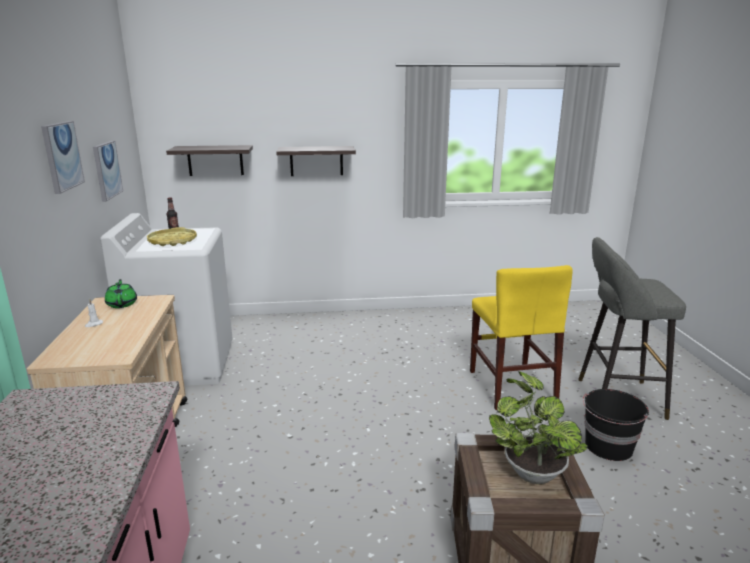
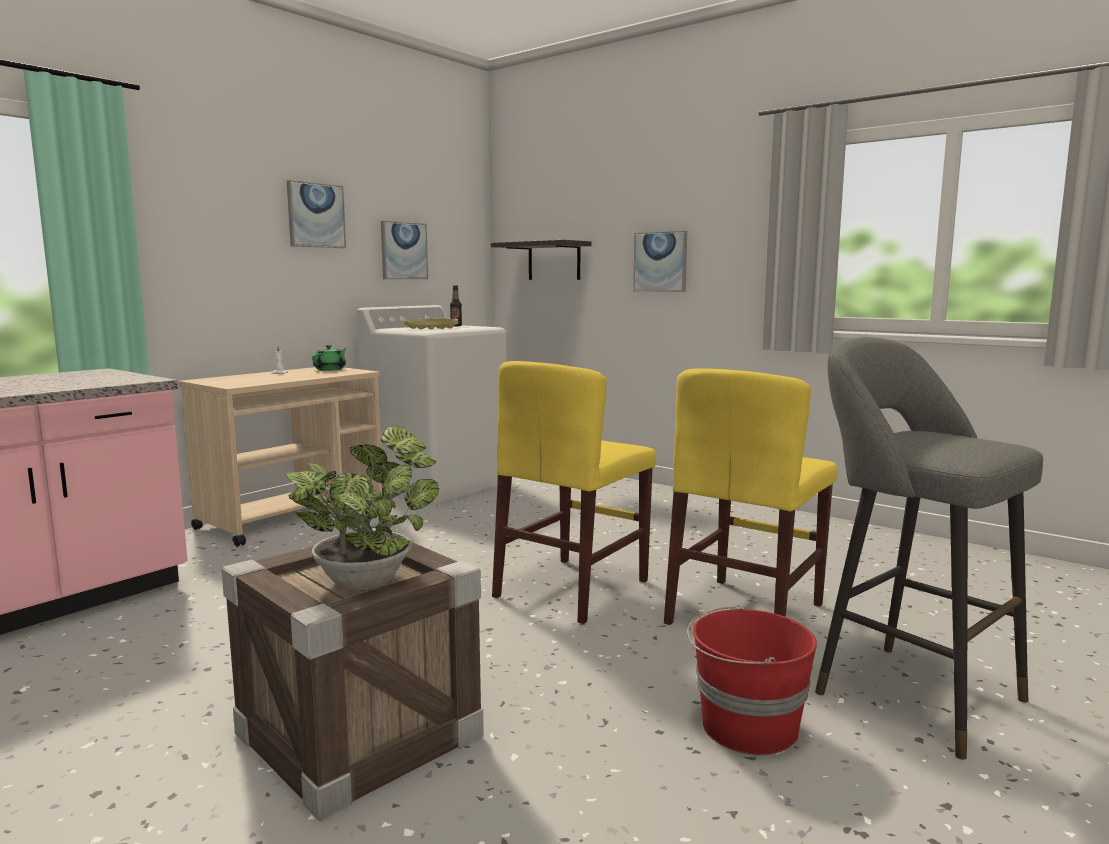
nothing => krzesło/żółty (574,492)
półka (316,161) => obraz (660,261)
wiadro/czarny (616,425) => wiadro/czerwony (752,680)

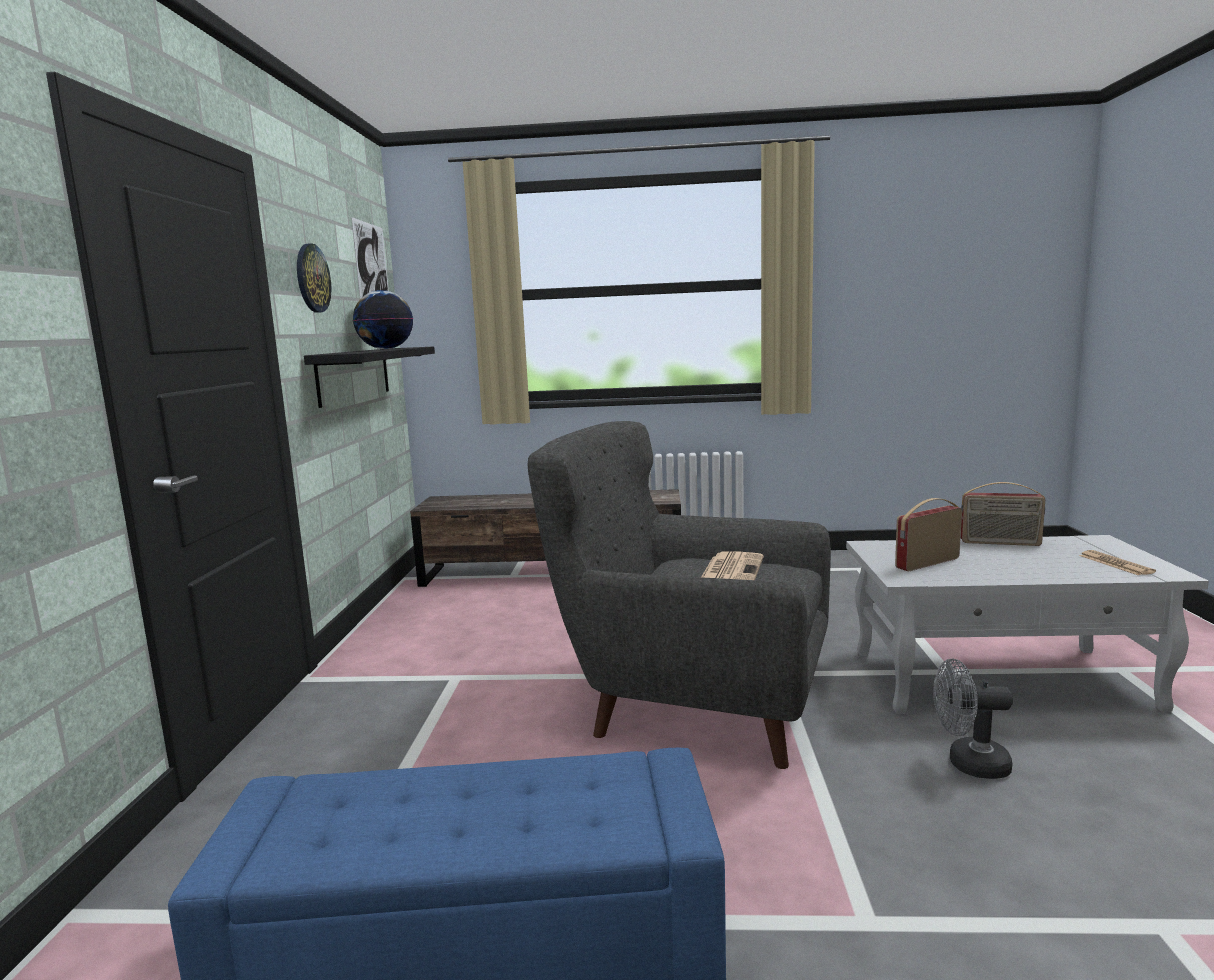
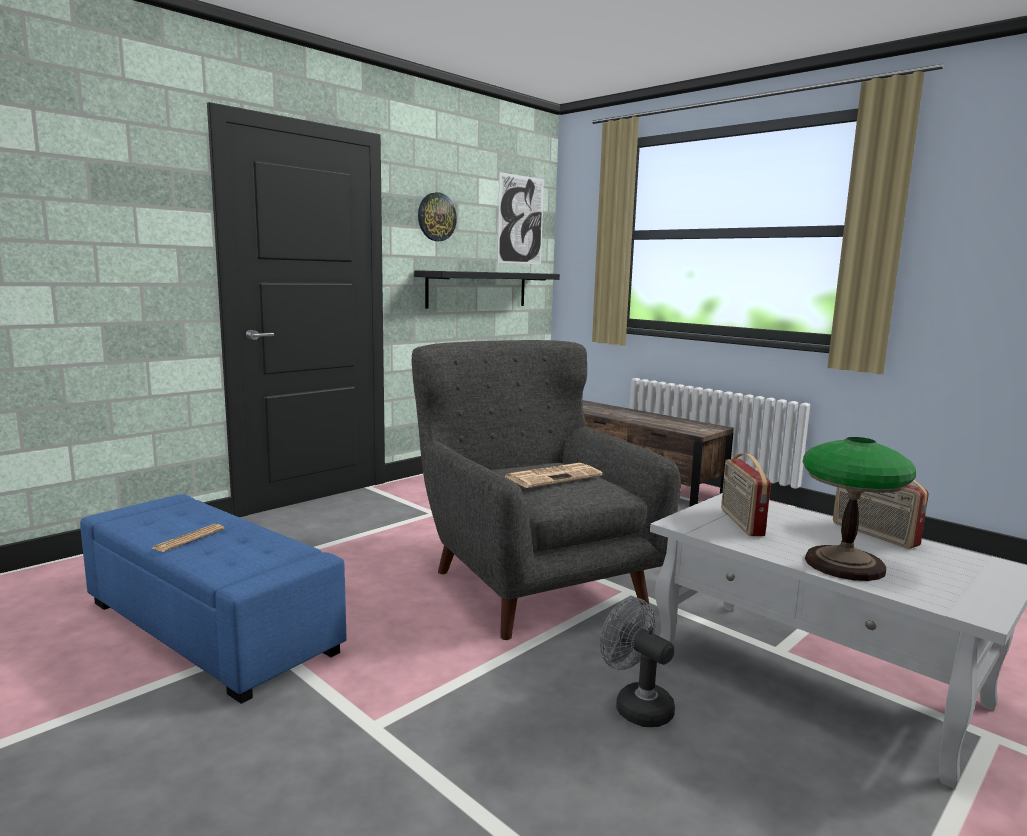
gazeta (1117,562) => gazeta (188,538), moved
radio (928,535) => radio (746,495), 105 degrees counterclockwise
nothing => lampa stołowa (859,509)
globus (383,319) => nothing

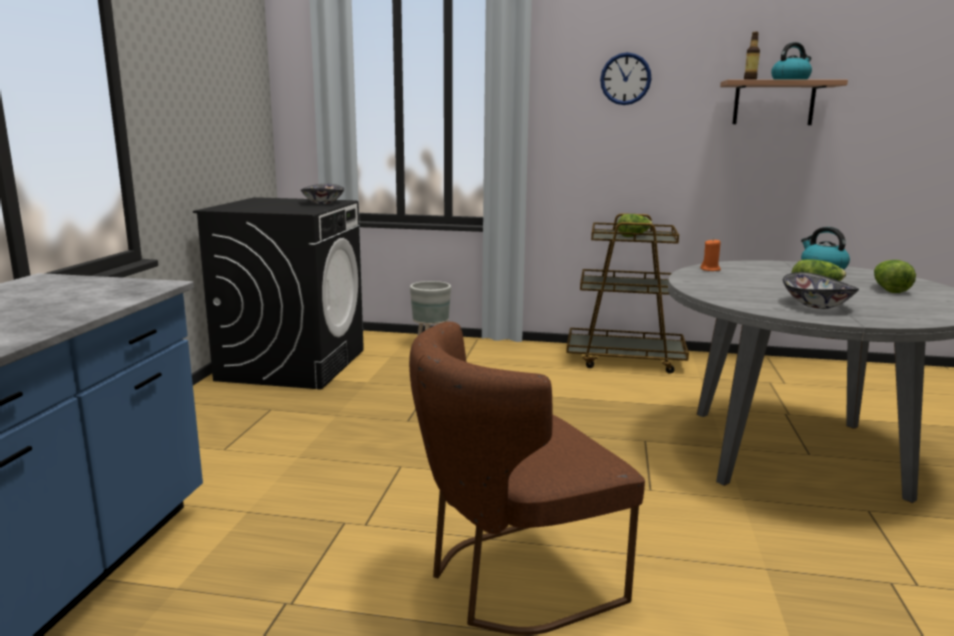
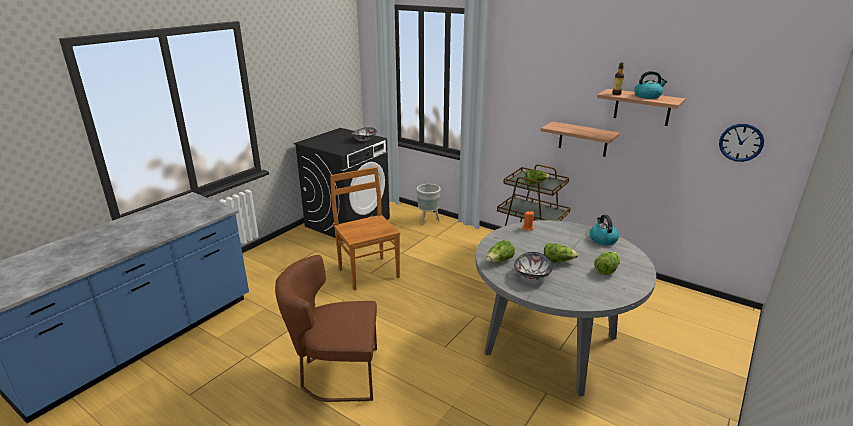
nothing => krzesło/brązowy (365,228)
nothing => sałata (500,251)
nothing => półka (580,139)
zegar ścienny (625,78) => zegar ścienny (741,143), moved

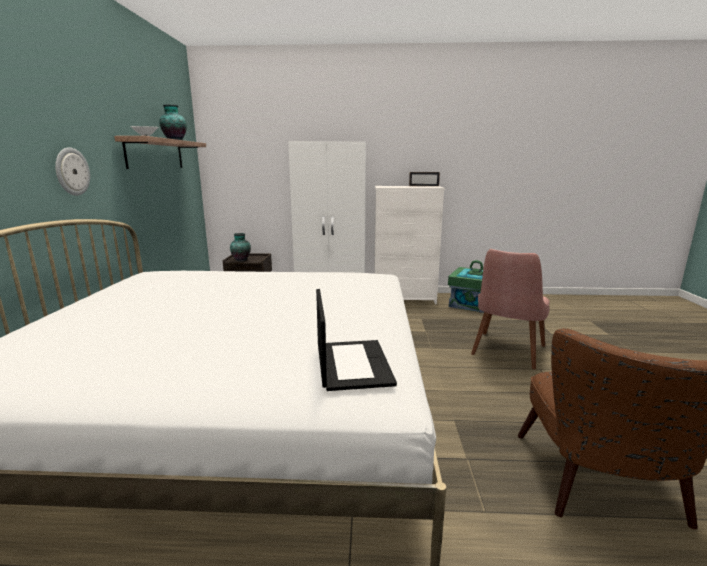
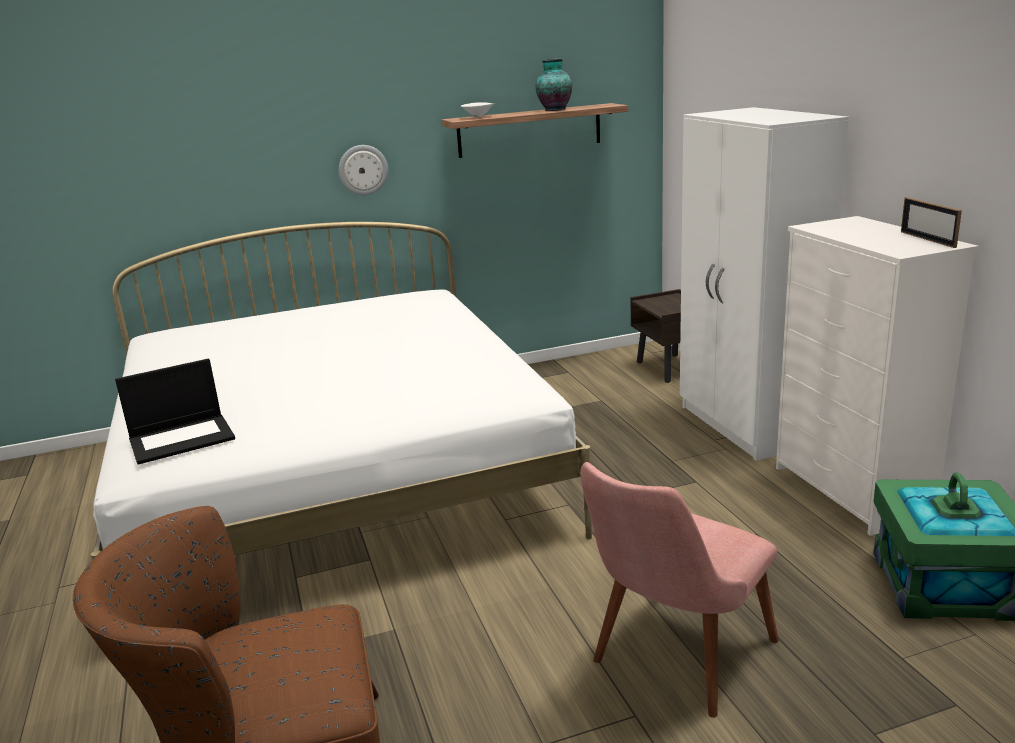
krzesło/różowy (510,309) => krzesło/różowy (679,590), 60 degrees counterclockwise
wazon (240,247) => nothing

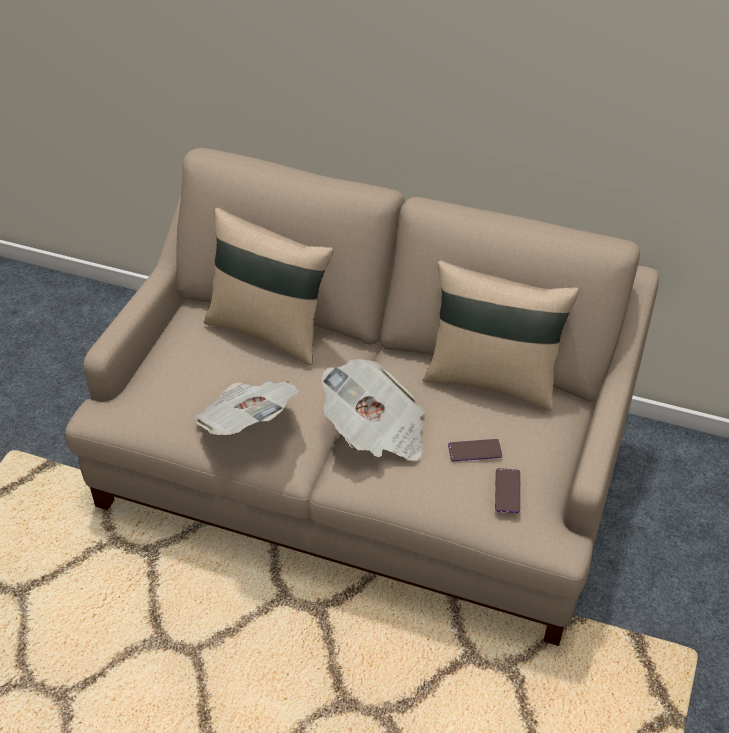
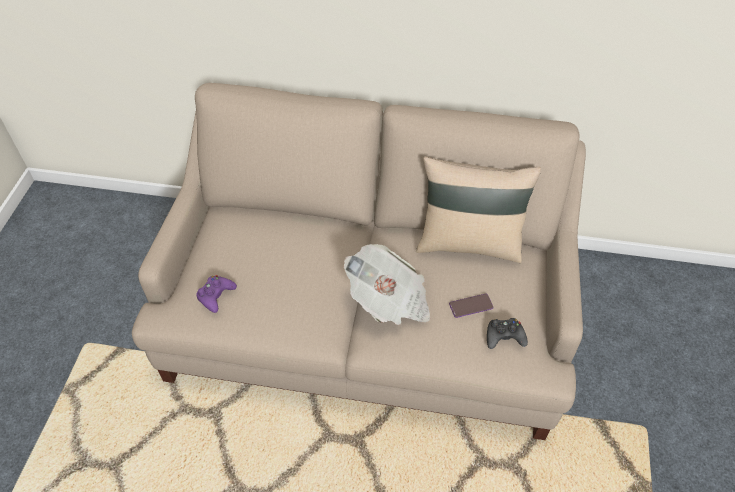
nothing => pad do gier/fioletowy (216,294)
telefon (508,490) => pad do gier/czarny (507,333)
gazeta (246,408) => nothing
poduszka/beżowy (268,287) => nothing

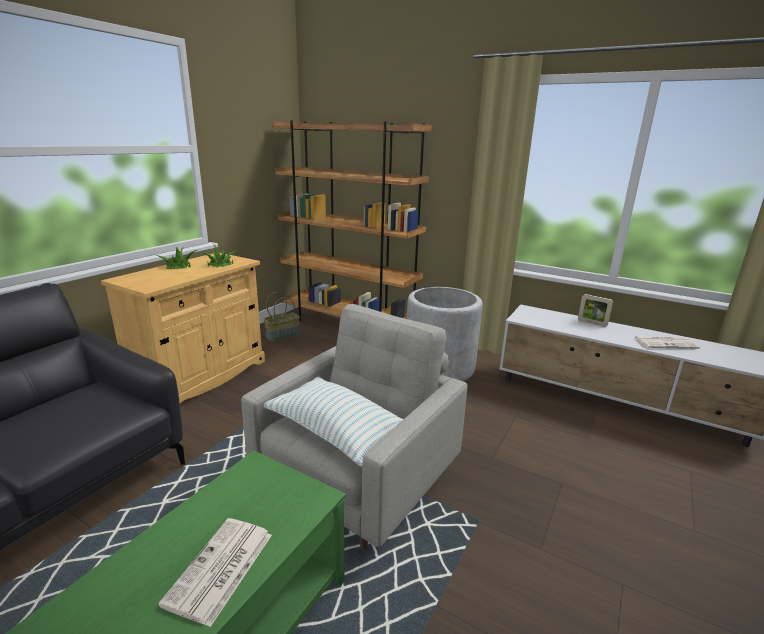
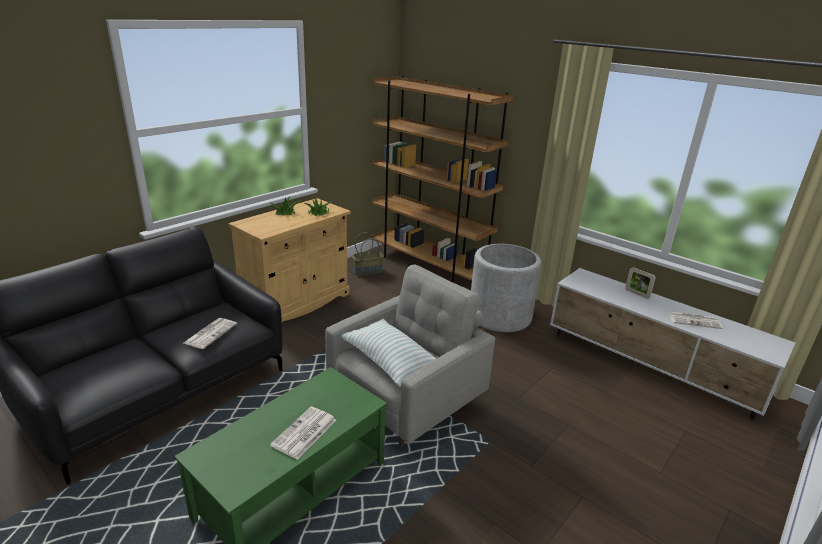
nothing => gazeta (210,333)

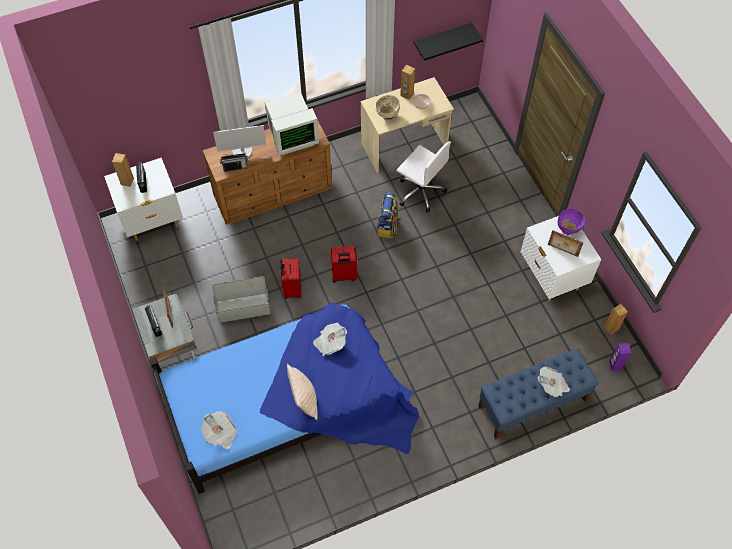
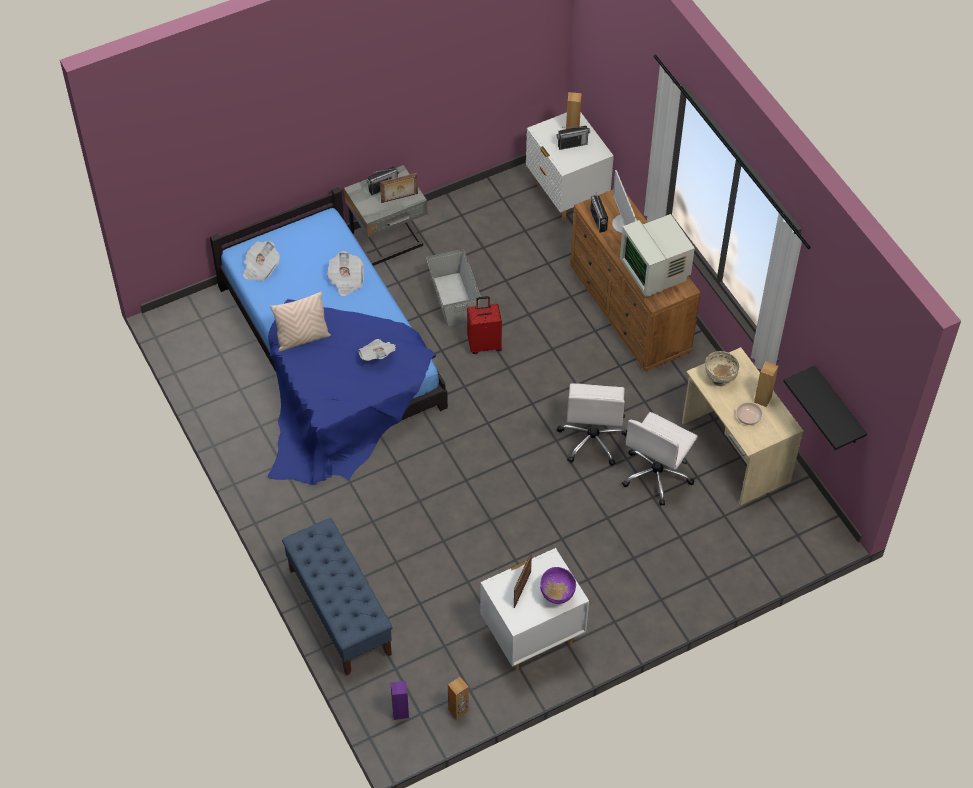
gazeta (553,382) => gazeta (345,273), moved
plecak (387,215) => krzesło biurowe/biały (592,424)
walizka/czerwony (344,264) => nothing

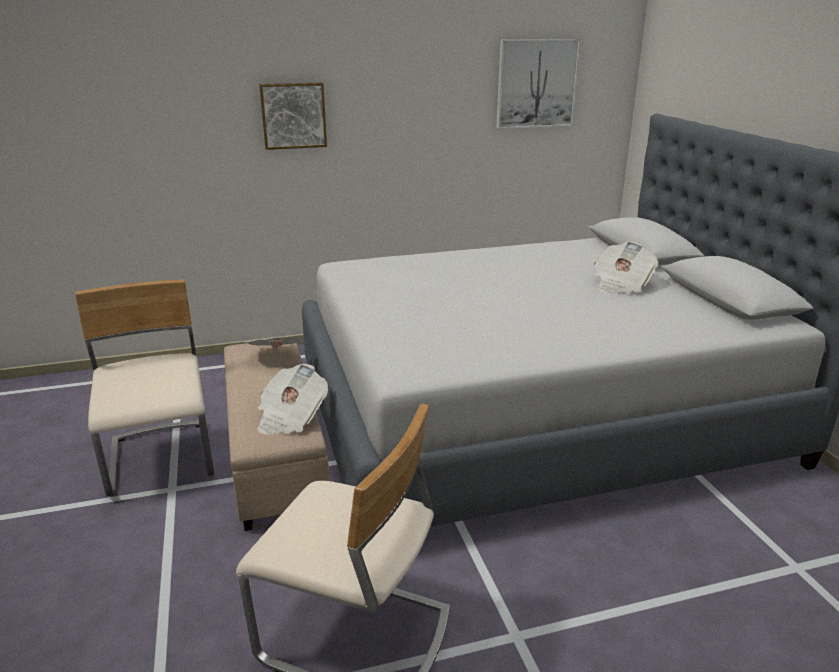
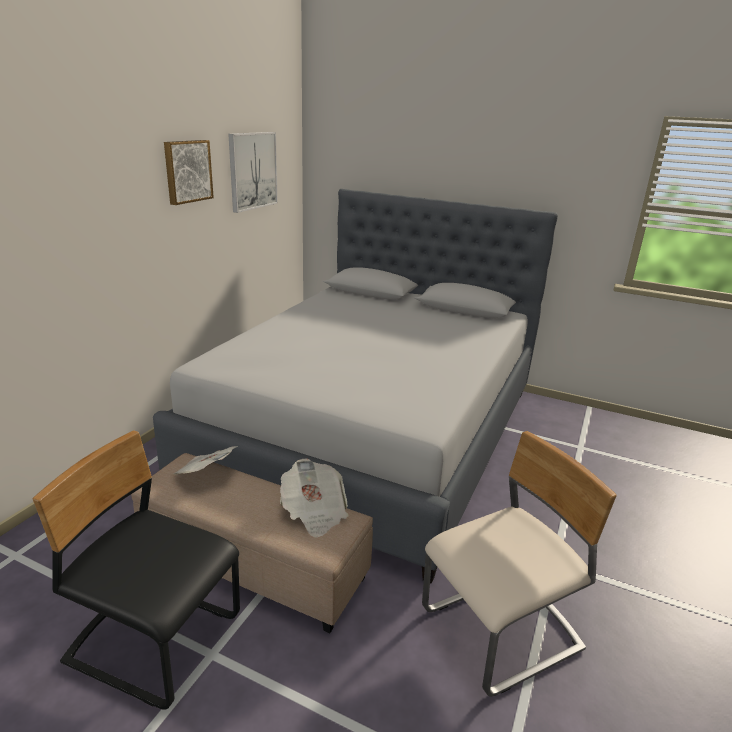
krzesło/beżowy (144,388) => krzesło/czarny (136,570)
obraz (293,116) => obraz (189,172), moved
gazeta (626,267) => nothing

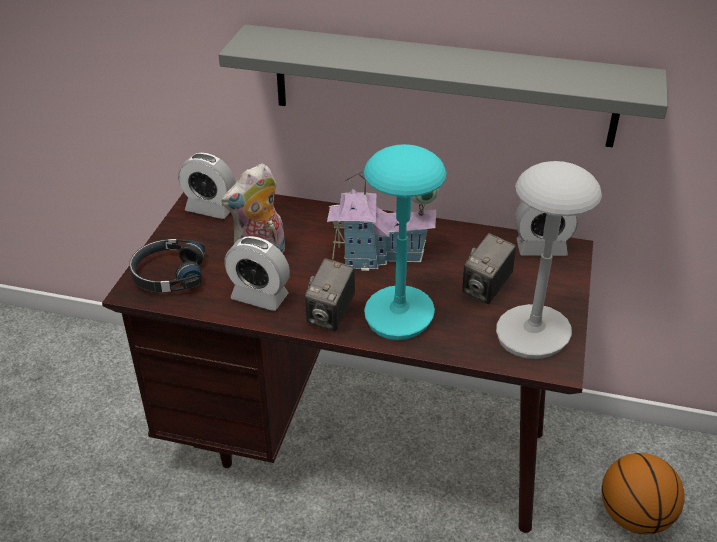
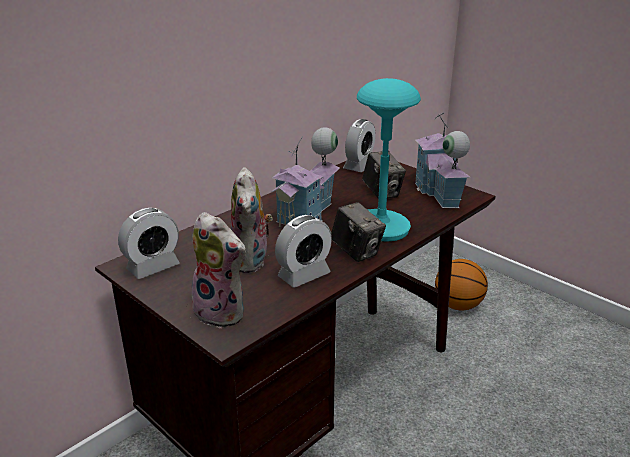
słuchawki/czarny (167,265) => pluszak (219,270)
lampa stołowa/szary (549,260) => domek (442,160)
półka/szary (443,86) => nothing

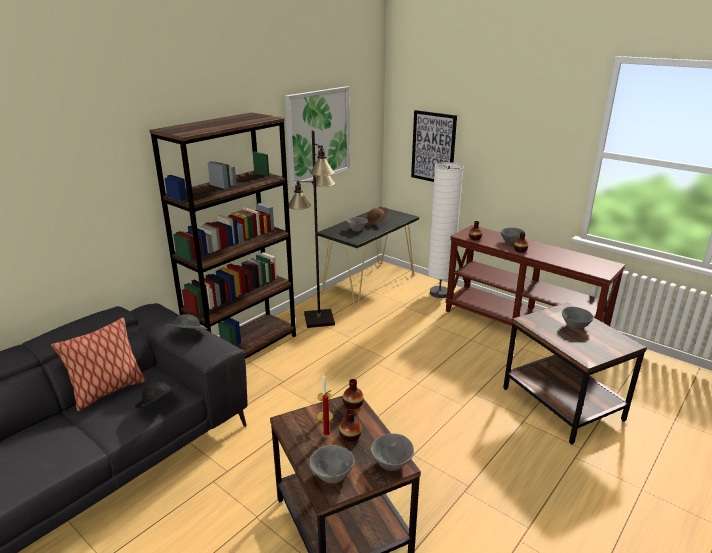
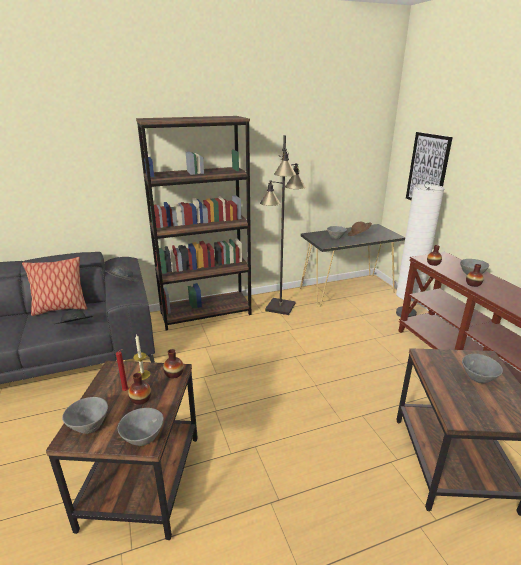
obraz (317,136) => nothing

